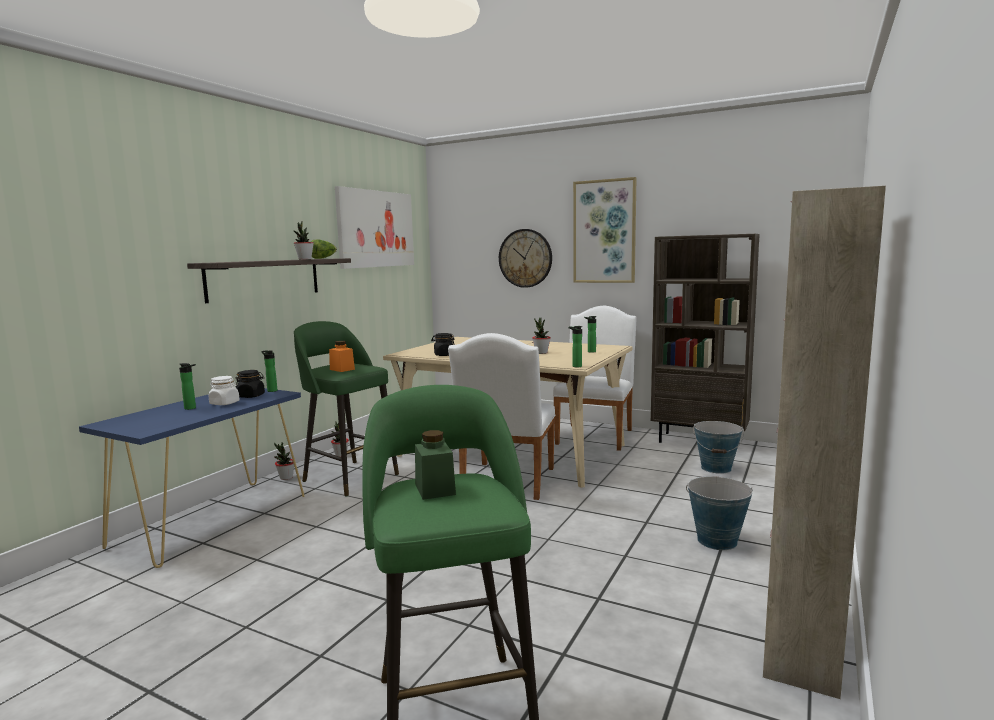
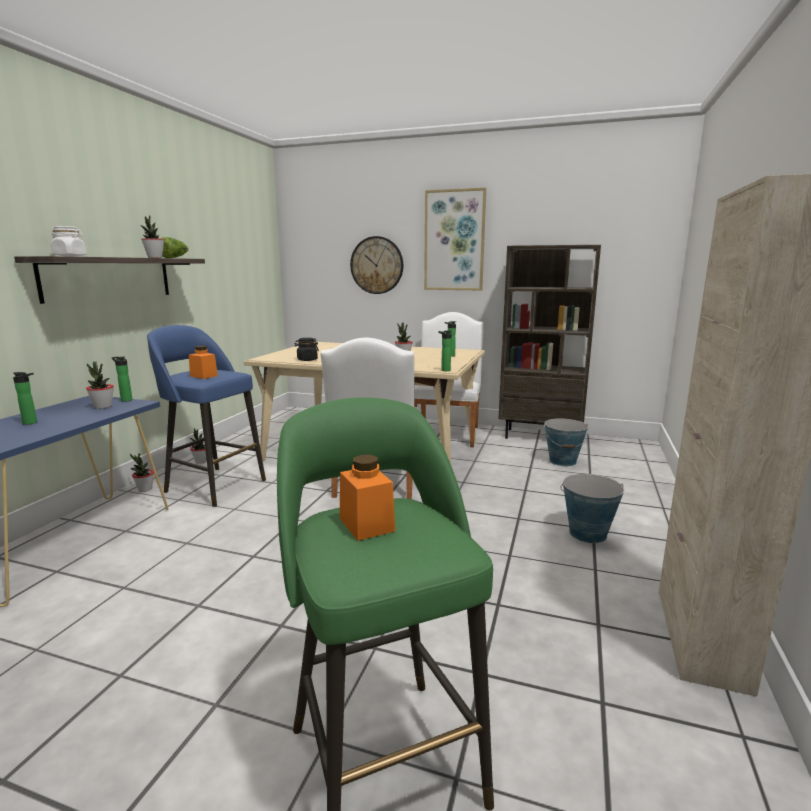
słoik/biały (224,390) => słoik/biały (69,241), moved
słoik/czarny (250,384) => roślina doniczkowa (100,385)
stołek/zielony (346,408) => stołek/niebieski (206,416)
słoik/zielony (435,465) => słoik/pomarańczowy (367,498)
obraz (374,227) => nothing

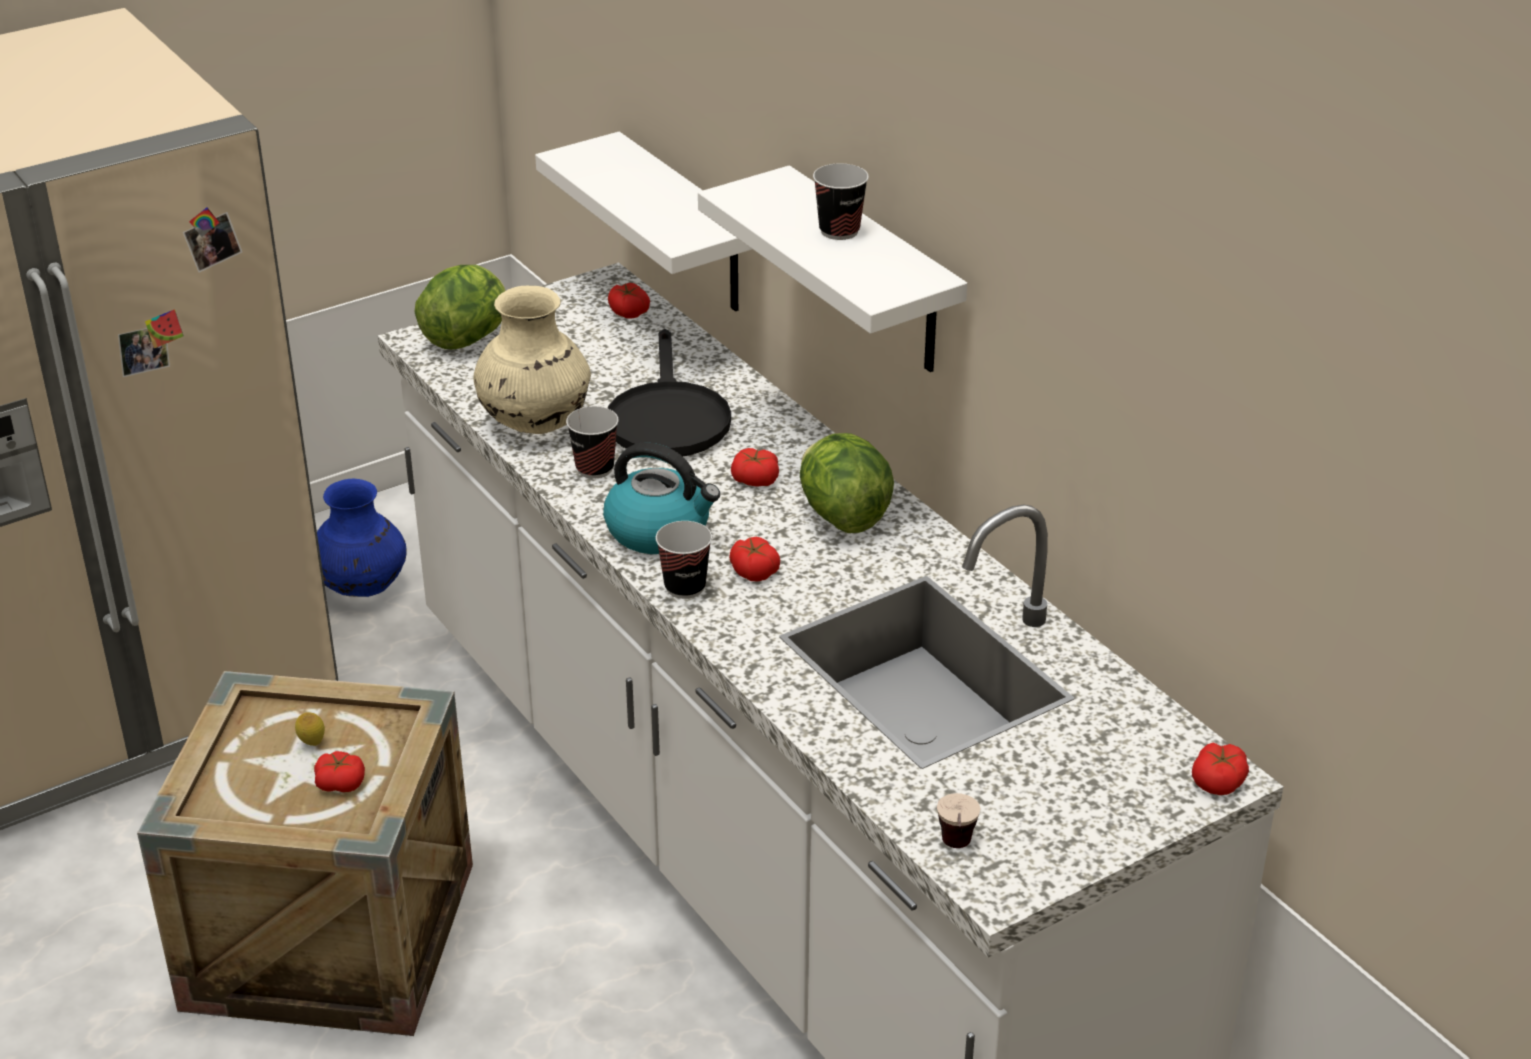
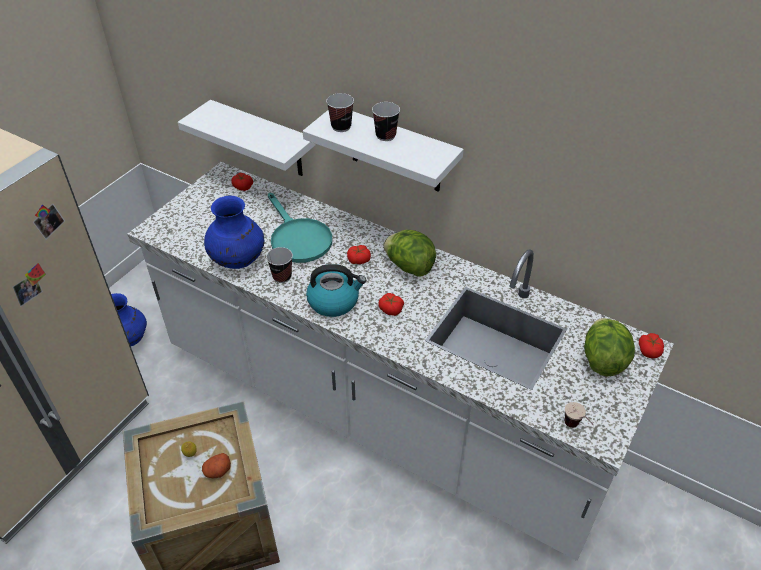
pomidor (339,771) => ziemniak (216,465)
wazon/beżowy (532,360) => wazon/niebieski (234,232)
patelnia/czarny (669,392) => patelnia/turkusowy (300,227)
filiżanka (684,560) => filiżanka (340,112), moved
sałata (460,307) => sałata (609,347), moved

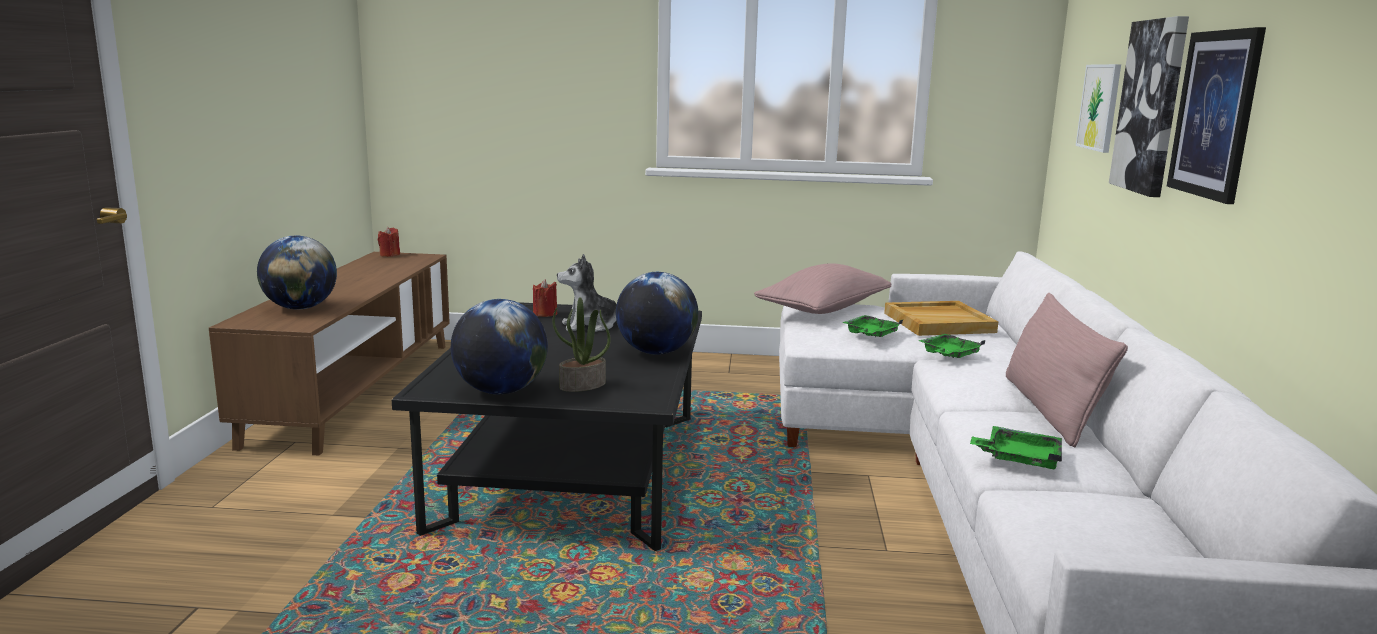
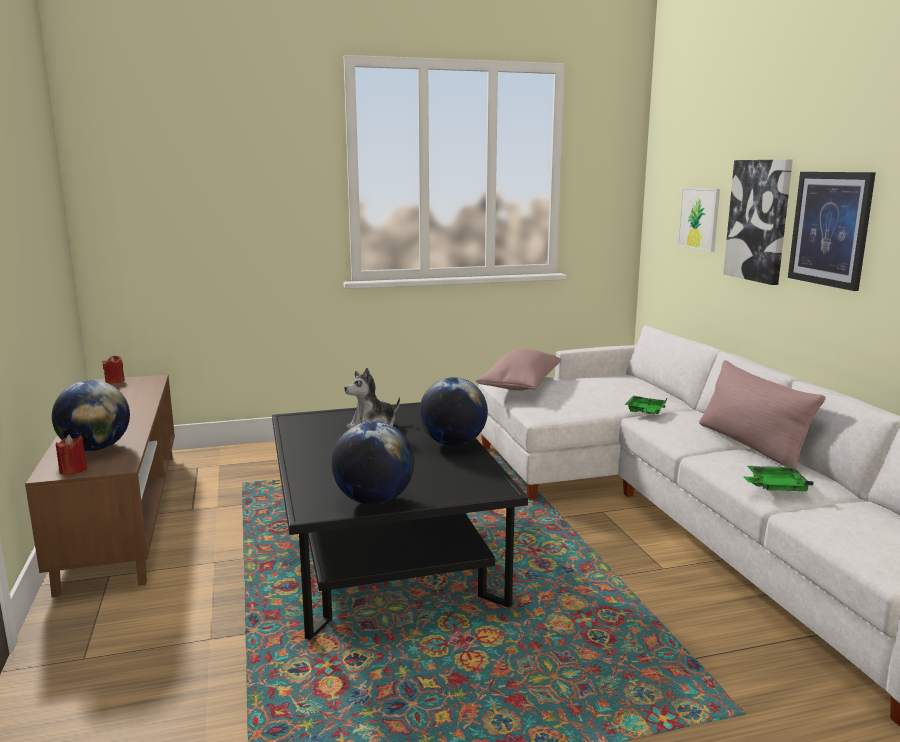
świeca/czerwony (545,298) => świeca/czerwony (72,454), moved
roślina doniczkowa (581,344) => nothing
taca/zielony (872,326) => nothing
taca/beżowy (941,318) => nothing

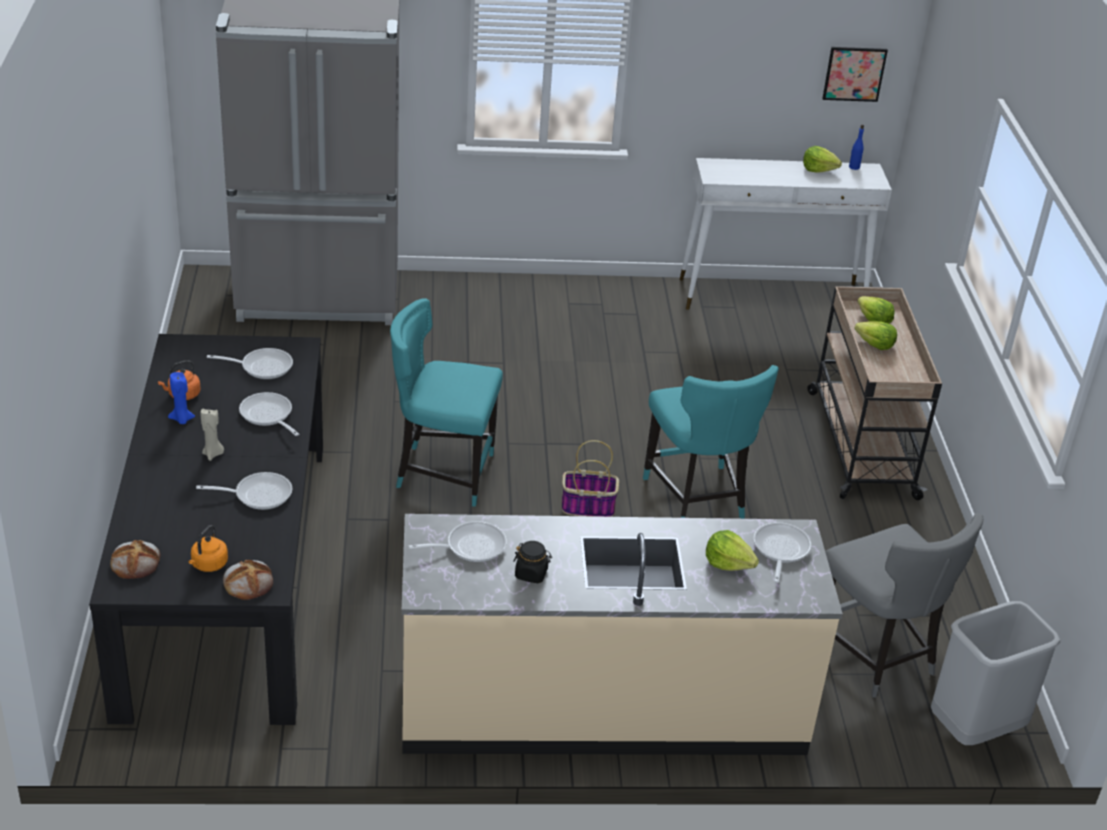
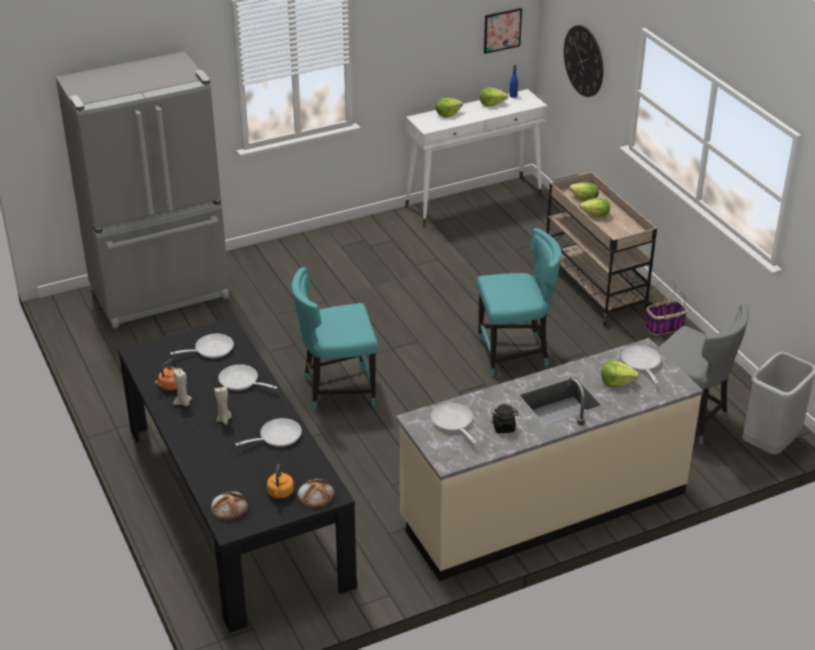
świeca/niebieski (181,398) => świeca/beżowy (182,387)
patelnia (457,541) => patelnia (453,423), 75 degrees counterclockwise
nothing => sałata (449,108)
krzesło/turkusowy (711,442) => krzesło/turkusowy (519,302), 60 degrees counterclockwise
nothing => zegar ścienny (583,61)
koszyk (590,478) => koszyk (666,307), moved

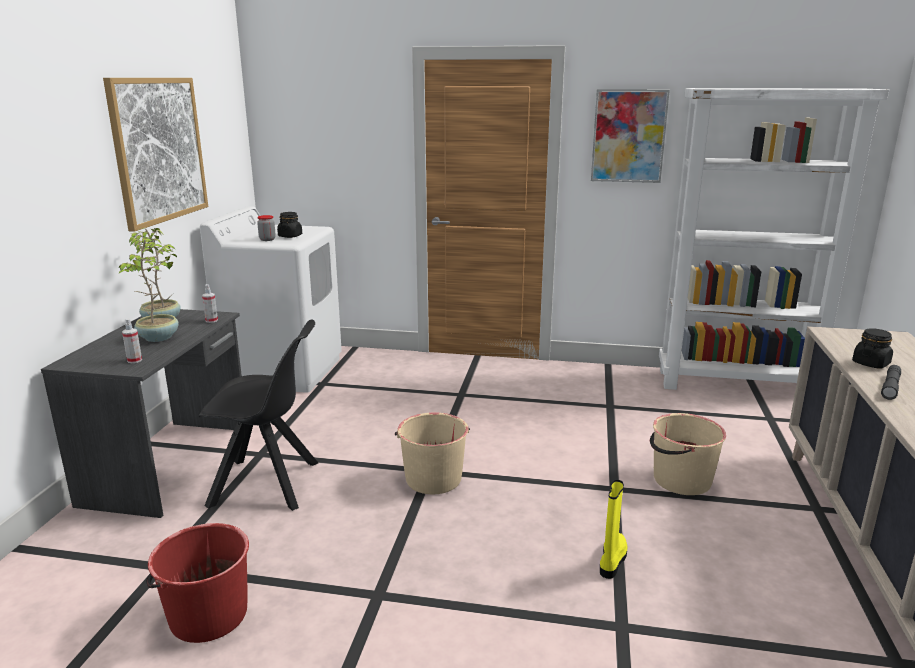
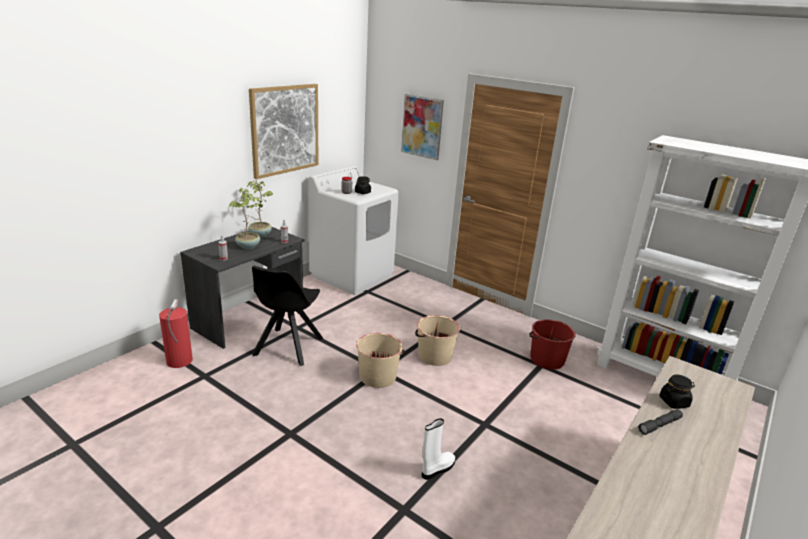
nothing => gaśnica (176,333)
krzesło/czarny (258,415) => krzesło/czarny (287,316), 75 degrees clockwise
obraz (630,136) => obraz (422,127), moved
wiadro/beżowy (688,454) => wiadro/beżowy (437,340), moved
but z cholewką/żółty (614,529) => but z cholewką/biały (438,449)
wiadro/czerwony (197,583) => wiadro/czerwony (552,344), moved

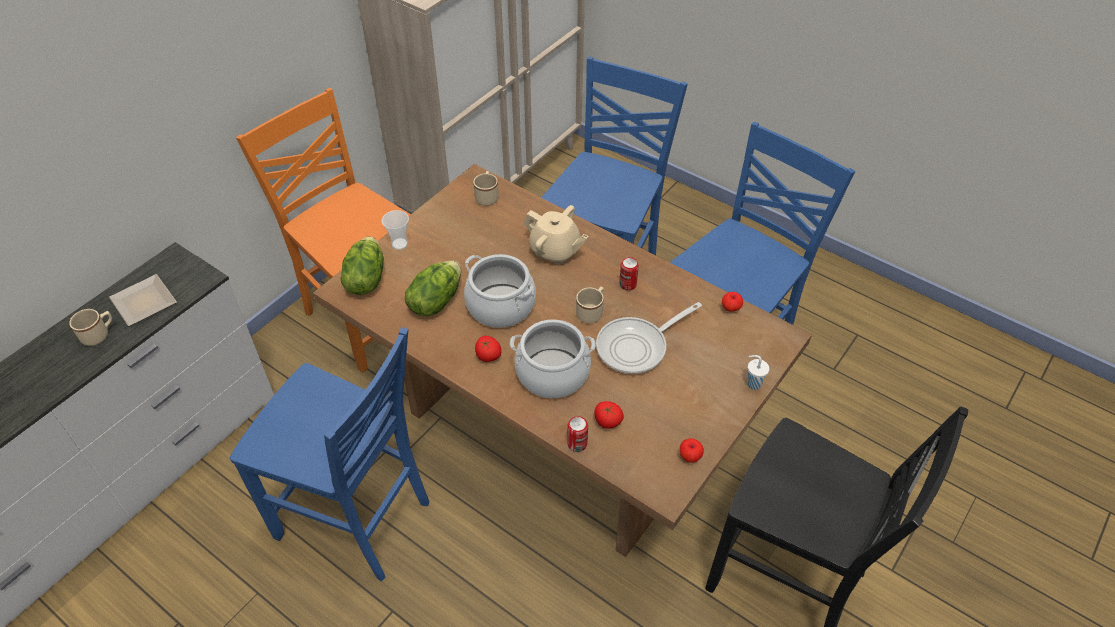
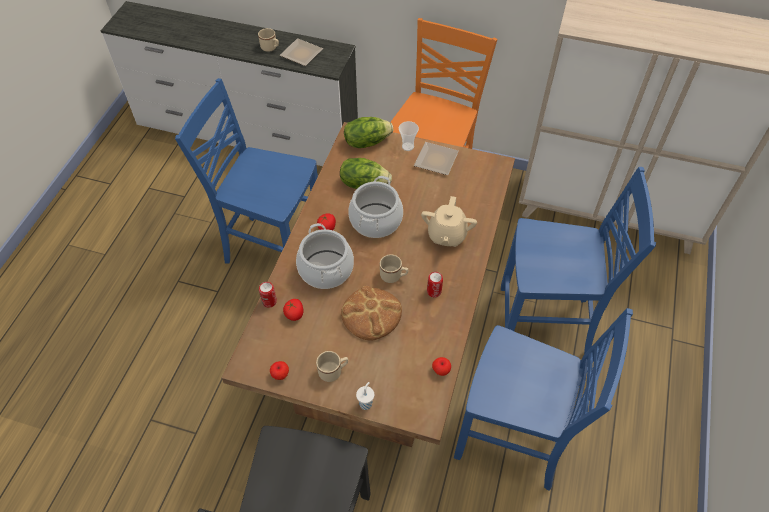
krzesło/niebieski (329,454) => krzesło/niebieski (246,171), 105 degrees clockwise
kubek/beżowy (485,188) => kubek/beżowy (332,366), moved
patelnia (649,338) => chleb (371,313)
nothing => talerz (436,158)

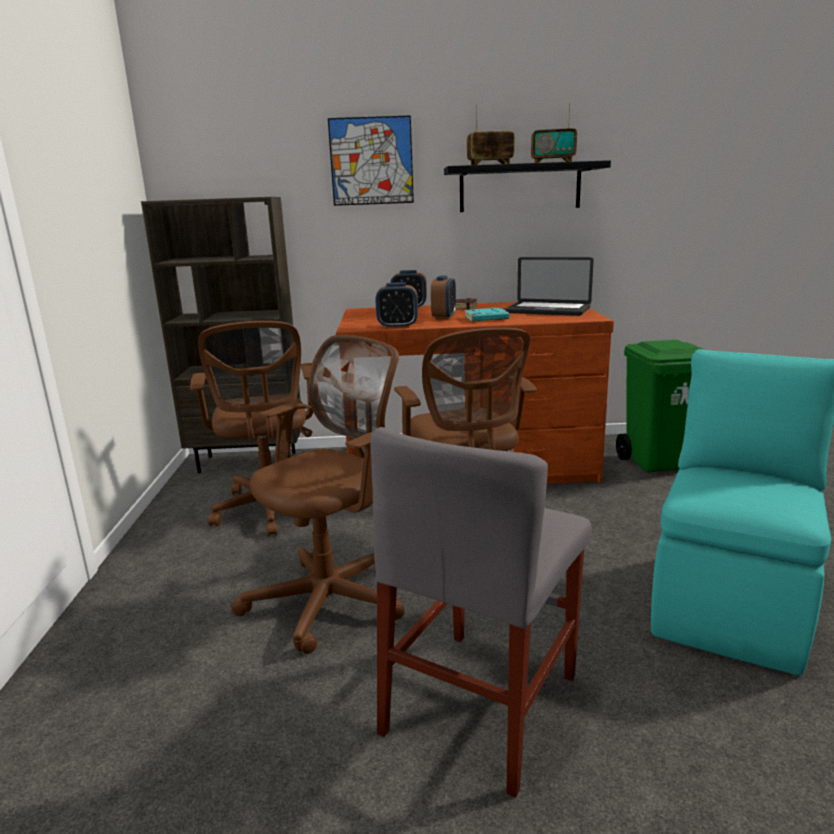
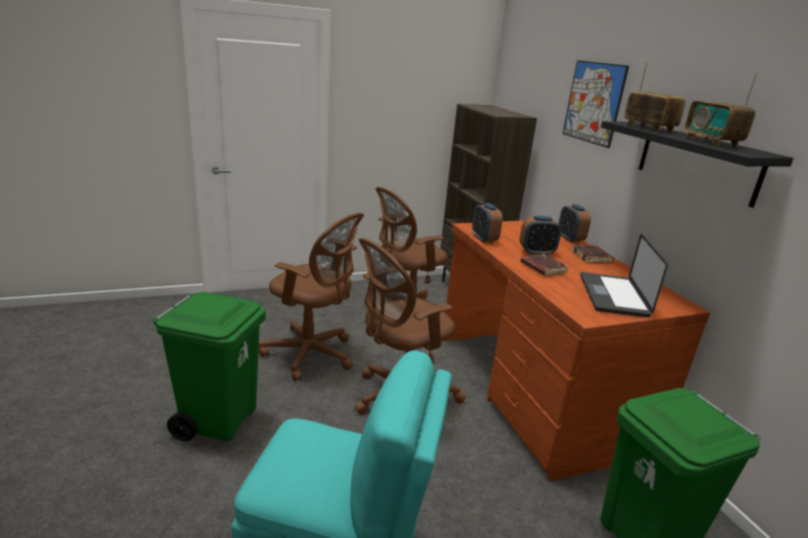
krzesło/szary (481,612) => kosz na śmieci/zielony (209,366)
książka/turkusowy (486,314) => książka/brązowy (544,264)

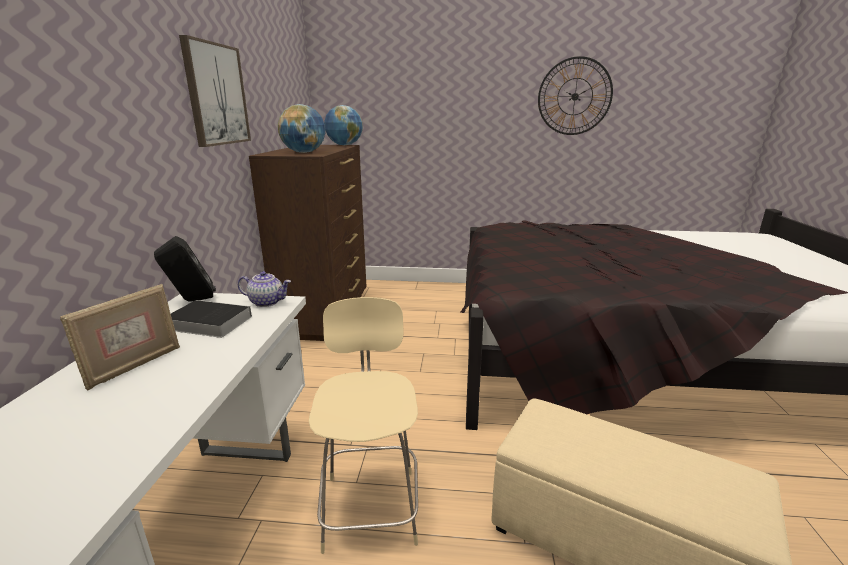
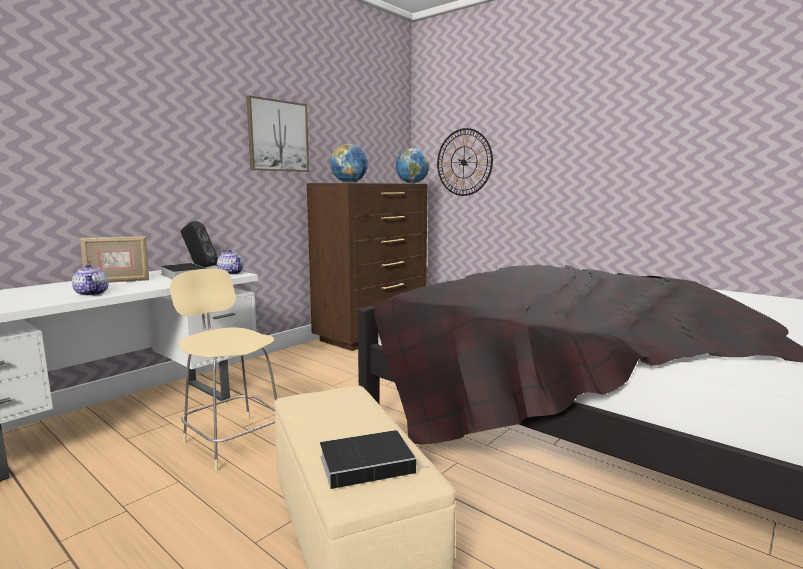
nothing => imbryk (90,280)
krzesło/beżowy (363,425) => krzesło/beżowy (223,369), 75 degrees counterclockwise
nothing => książka (375,459)
zegar ścienny (575,95) => zegar ścienny (465,162), moved

